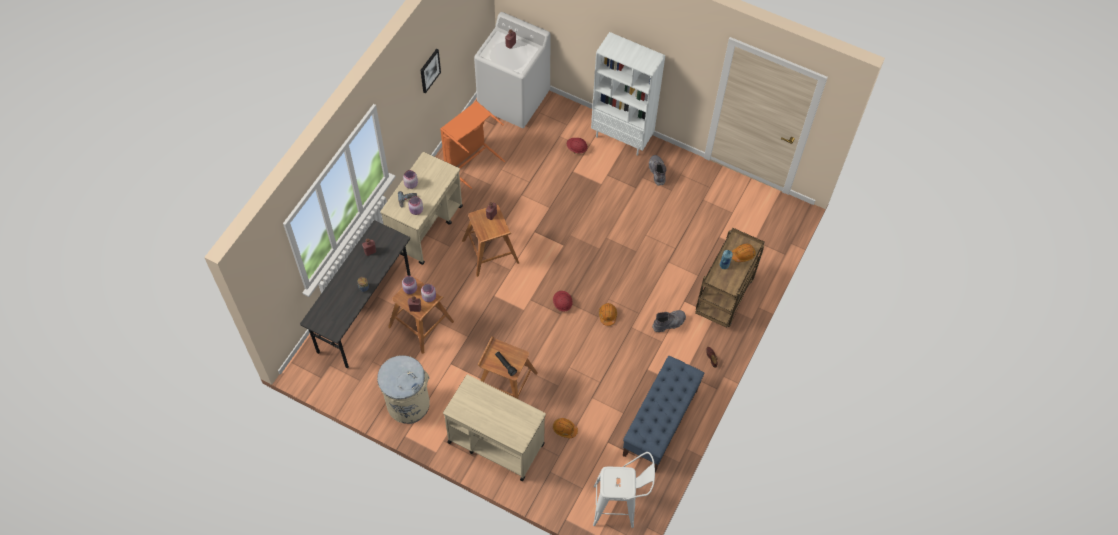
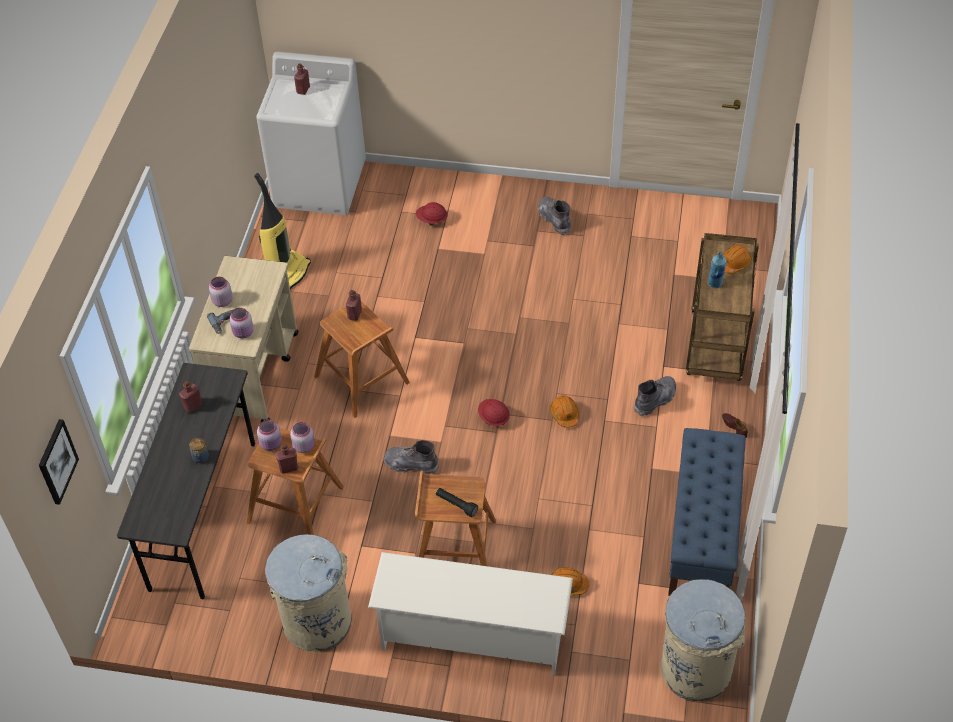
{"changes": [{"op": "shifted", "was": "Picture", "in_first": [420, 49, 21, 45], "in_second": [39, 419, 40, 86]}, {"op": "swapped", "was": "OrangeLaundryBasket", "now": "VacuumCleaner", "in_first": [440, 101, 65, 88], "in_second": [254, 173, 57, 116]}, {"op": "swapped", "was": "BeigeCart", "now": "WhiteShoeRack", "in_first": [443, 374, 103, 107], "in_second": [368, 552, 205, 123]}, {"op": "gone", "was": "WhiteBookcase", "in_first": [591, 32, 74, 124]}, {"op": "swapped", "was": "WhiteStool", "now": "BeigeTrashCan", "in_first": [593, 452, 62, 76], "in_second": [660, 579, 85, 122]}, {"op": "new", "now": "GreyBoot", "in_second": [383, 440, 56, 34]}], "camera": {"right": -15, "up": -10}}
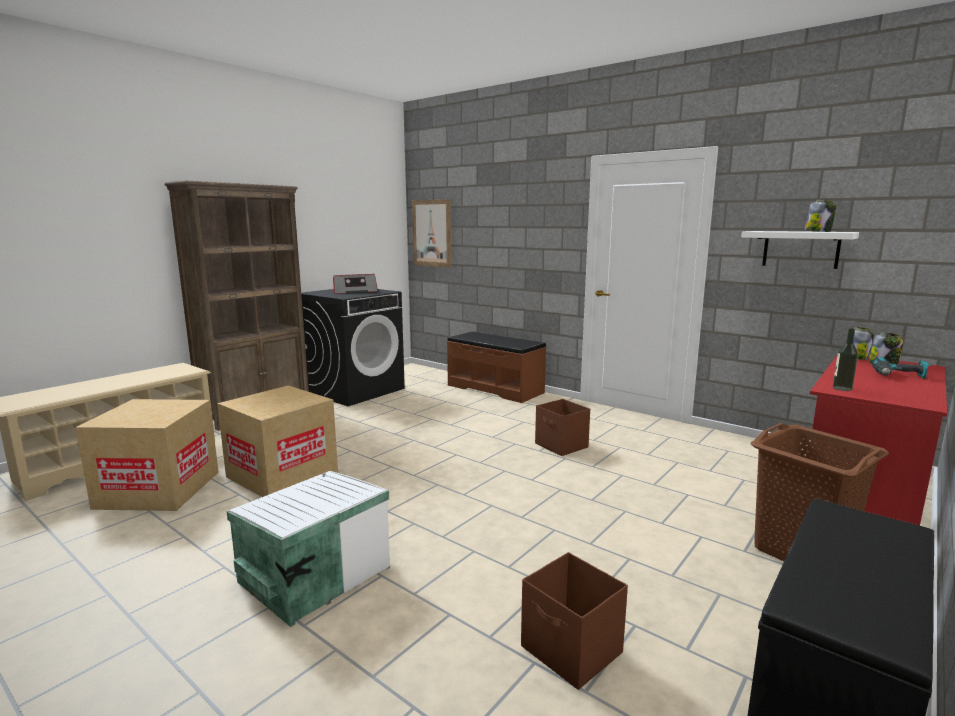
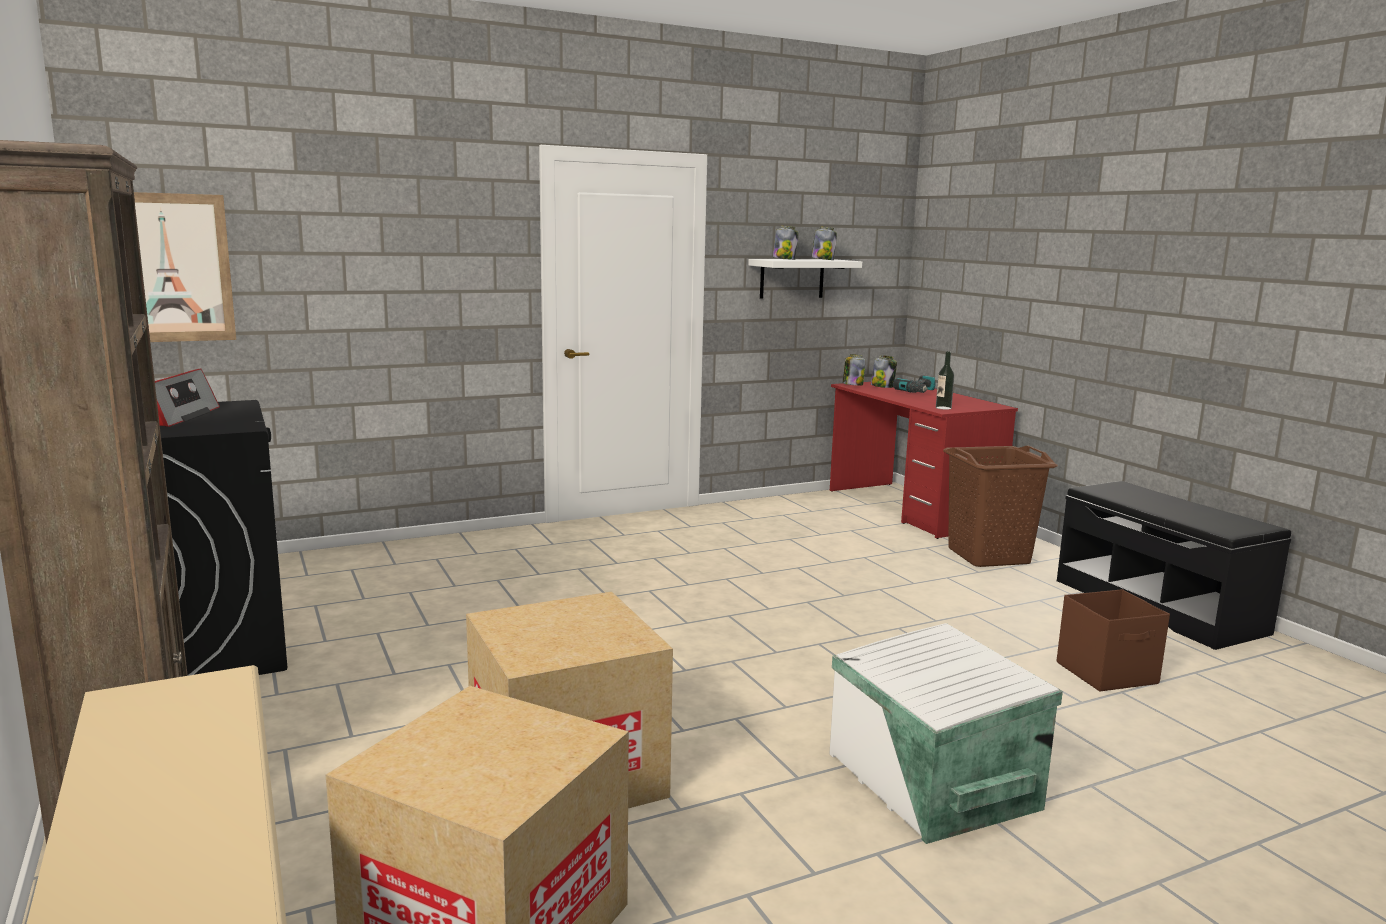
{"changes": [{"op": "gone", "was": "BrownBench", "in_first": [447, 331, 99, 72]}, {"op": "gone", "was": "BrownStorageBox", "in_first": [535, 399, 55, 57]}, {"op": "new", "now": "Jar", "in_second": [773, 226, 26, 34]}], "camera": {"right": -65, "up": 0}}
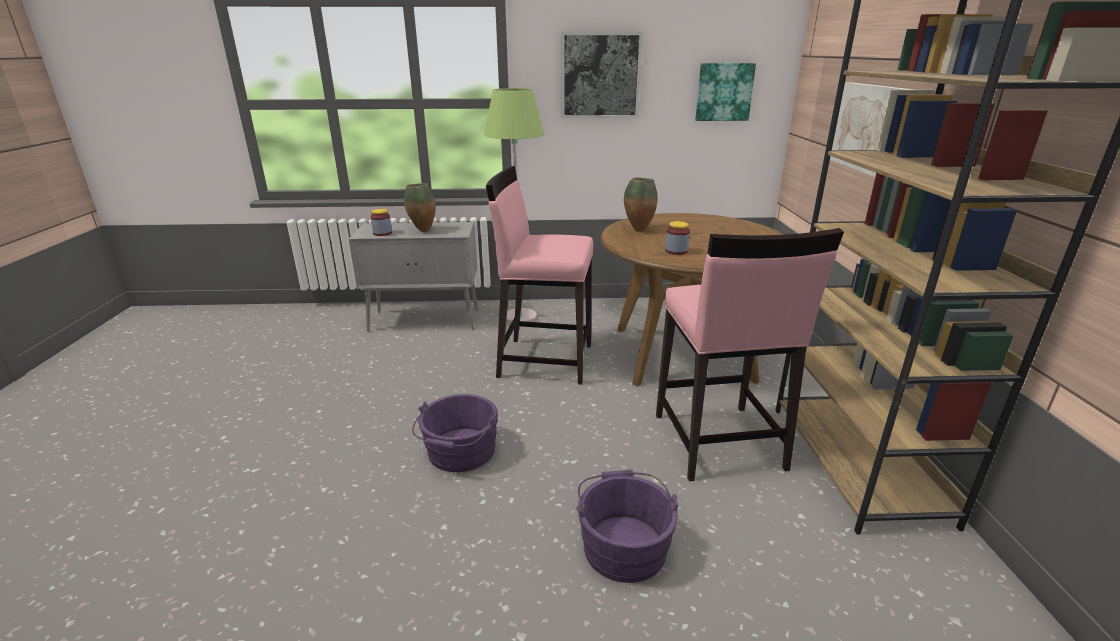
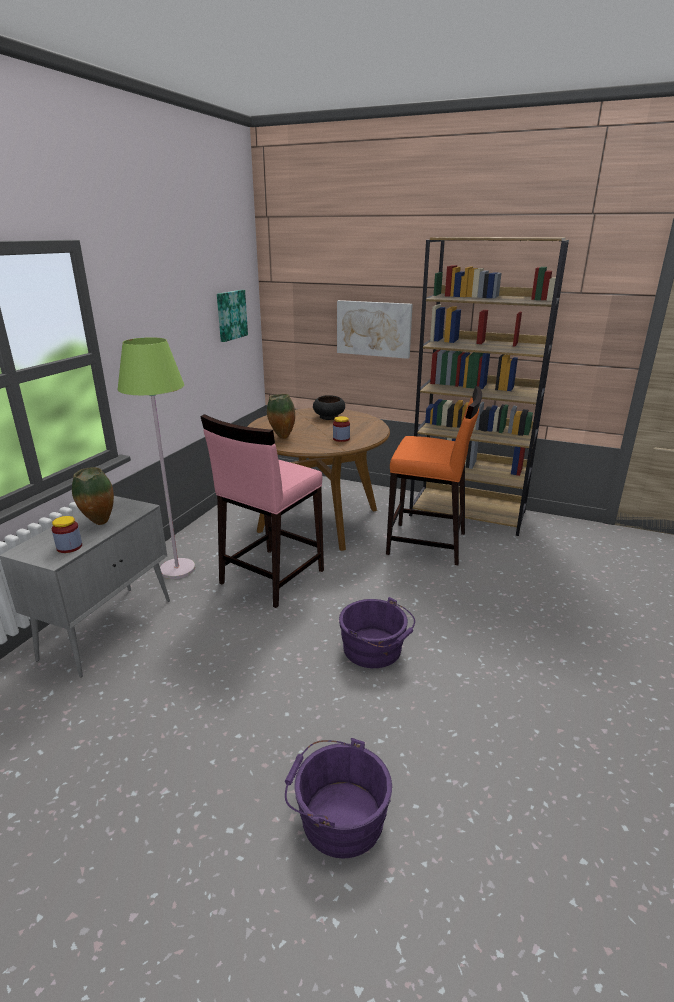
{"changes": [{"op": "gone", "was": "Picture", "in_first": [561, 32, 82, 86]}, {"op": "shifted", "was": "PurpleBucket", "in_first": [576, 470, 102, 113], "in_second": [285, 738, 107, 120]}, {"op": "repainted", "was": "PinkStool", "now": "OrangeStool", "in_first": [656, 228, 188, 253], "in_second": [386, 386, 96, 179]}, {"op": "new", "now": "BlackBowl", "in_second": [313, 395, 32, 25]}], "camera": {"right": -65, "up": 0}}
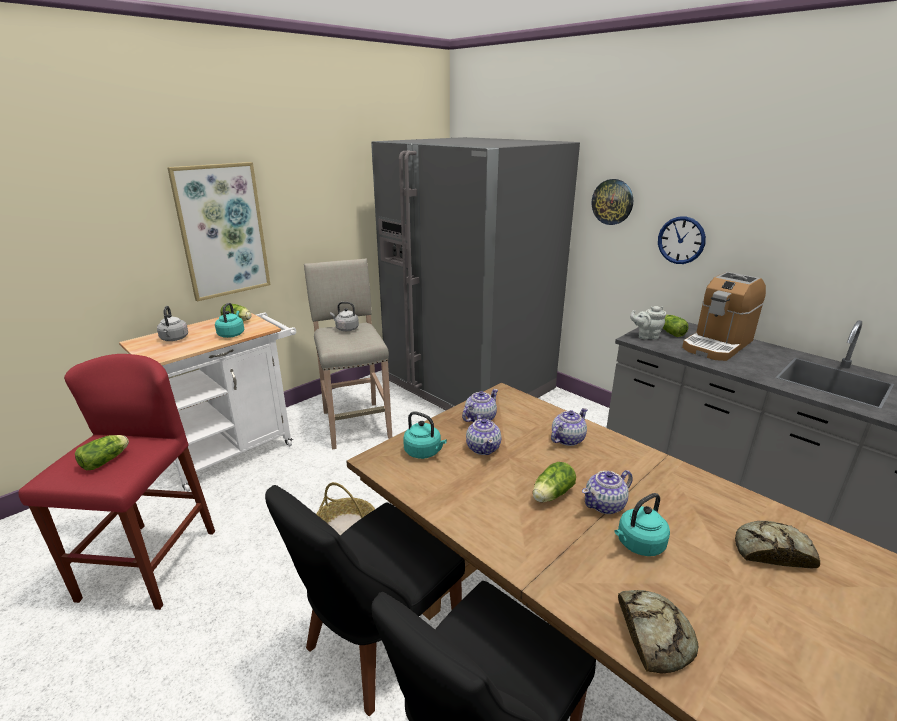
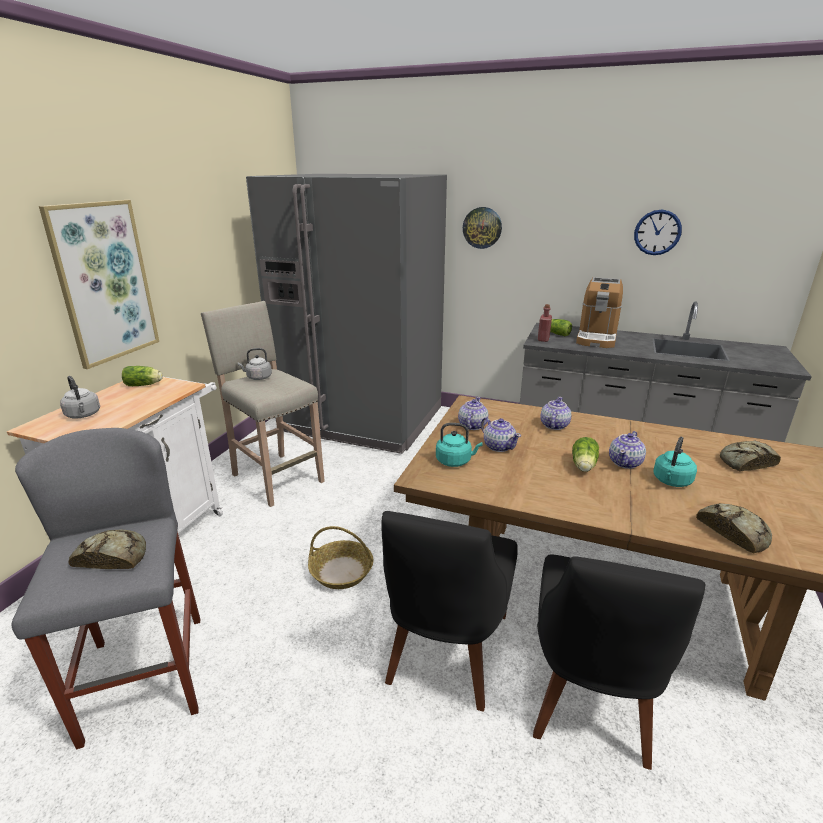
{"changes": [{"op": "repainted", "was": "RedStool", "now": "GreyStool", "in_first": [18, 354, 197, 256], "in_second": [12, 428, 188, 321]}, {"op": "swapped", "was": "Lettuce", "now": "Bread", "in_first": [75, 435, 54, 35], "in_second": [68, 530, 78, 39]}, {"op": "gone", "was": "TurquoiseKettle", "in_first": [215, 303, 29, 35]}, {"op": "swapped", "was": "GreyTeapot", "now": "RedBottle", "in_first": [630, 306, 36, 34], "in_second": [538, 304, 14, 38]}, {"op": "shifted", "was": "WallClock", "in_first": [658, 216, 48, 48], "in_second": [634, 210, 48, 45]}], "camera": {"right": -25, "up": 0}}
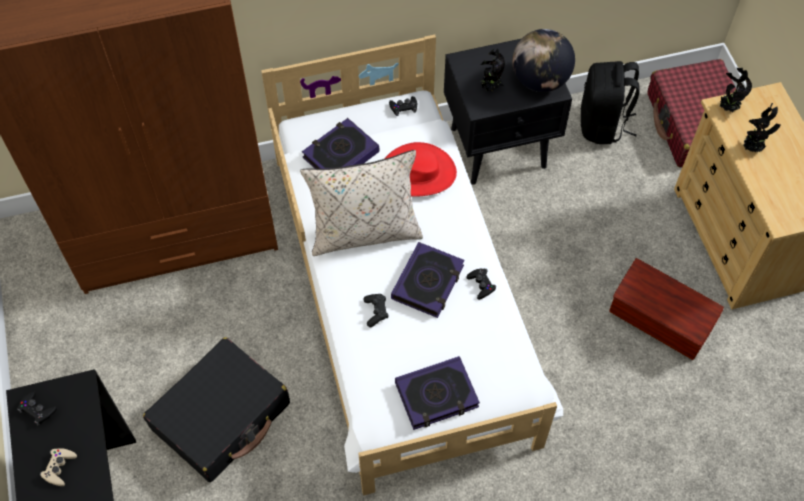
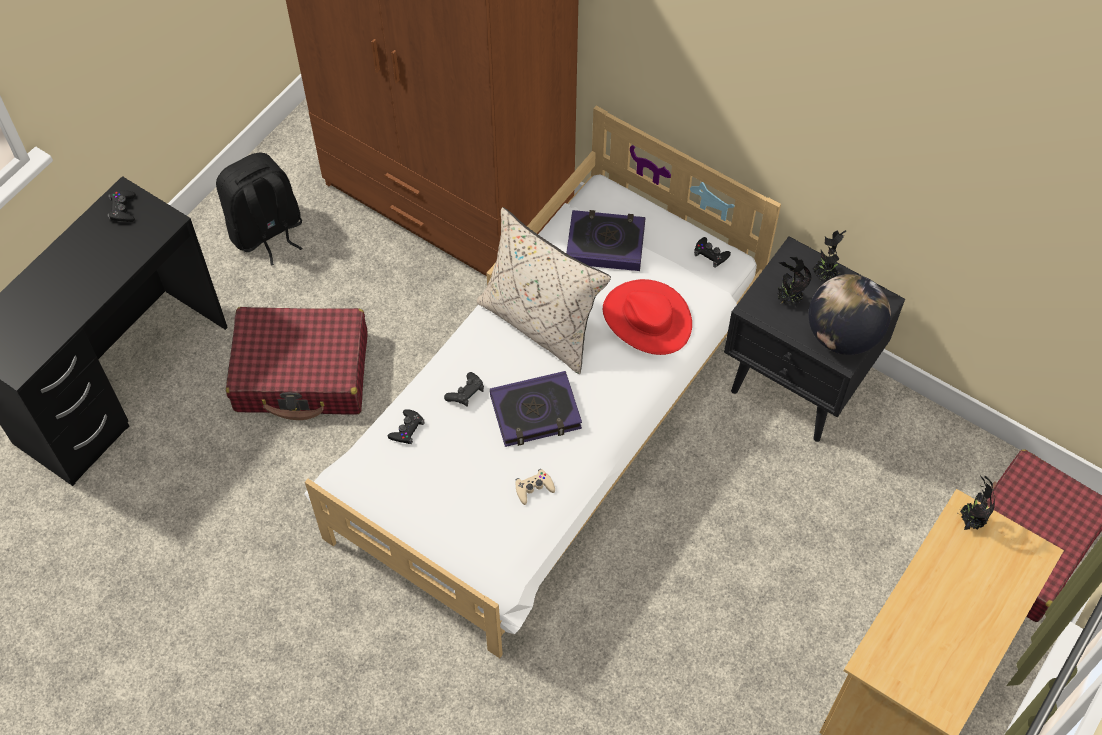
{"changes": [{"op": "shifted", "was": "BeigeGameController", "in_first": [40, 448, 37, 38], "in_second": [515, 469, 40, 36]}, {"op": "repainted", "was": "BlackSuitcase", "now": "RedSuitcase", "in_first": [143, 337, 147, 145], "in_second": [226, 307, 142, 113]}, {"op": "gone", "was": "Book", "in_first": [395, 356, 85, 74]}, {"op": "shifted", "was": "BlackGameController", "in_first": [466, 268, 30, 32], "in_second": [388, 409, 36, 35]}, {"op": "shifted", "was": "BlackBackpack", "in_first": [581, 61, 58, 83], "in_second": [216, 152, 87, 114]}, {"op": "gone", "was": "BrownStorageBox", "in_first": [609, 258, 115, 102]}, {"op": "shifted", "was": "PottedPlant", "in_first": [744, 103, 37, 49], "in_second": [812, 230, 34, 53]}], "camera": {"right": 50, "up": 0}}
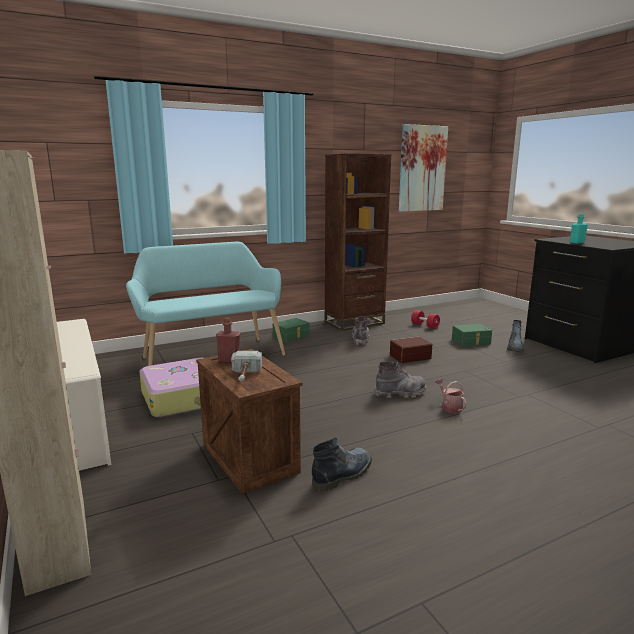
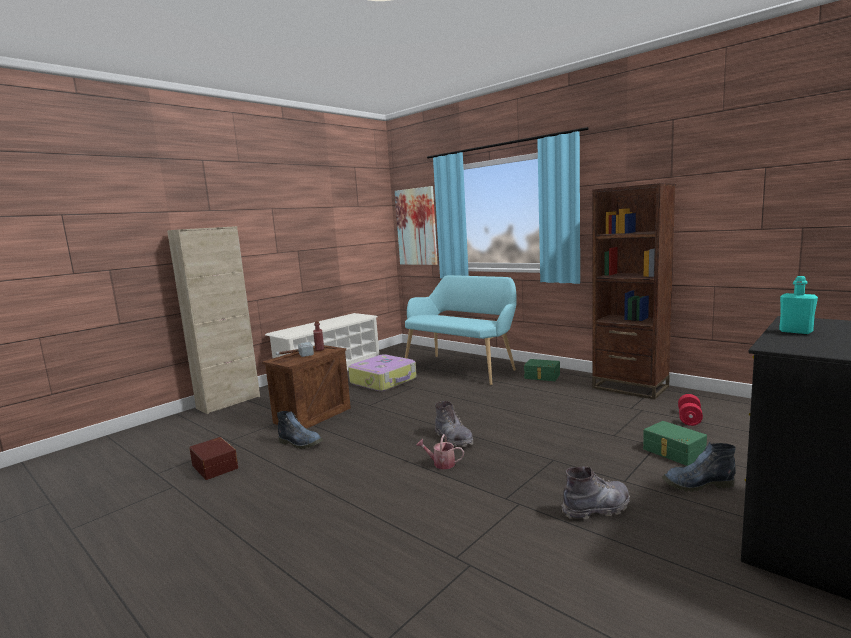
{"changes": [{"op": "shifted", "was": "GreyBoot", "in_first": [352, 316, 18, 29], "in_second": [561, 466, 69, 54]}, {"op": "shifted", "was": "BrownStorageBox", "in_first": [390, 337, 42, 26], "in_second": [189, 437, 49, 43]}, {"op": "shifted", "was": "Picture", "in_first": [399, 124, 49, 88], "in_second": [395, 186, 43, 79]}, {"op": "rotated", "was": "WateringCan", "in_first": [435, 379, 32, 34], "in_second": [416, 434, 48, 35], "clockwise": -120}], "camera": {"right": 70, "up": -5}}
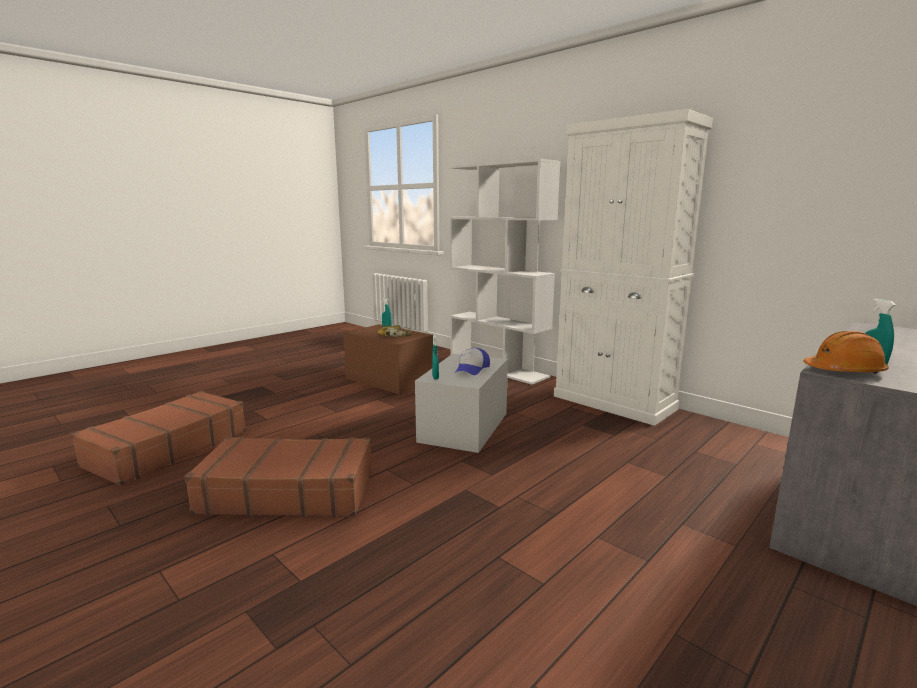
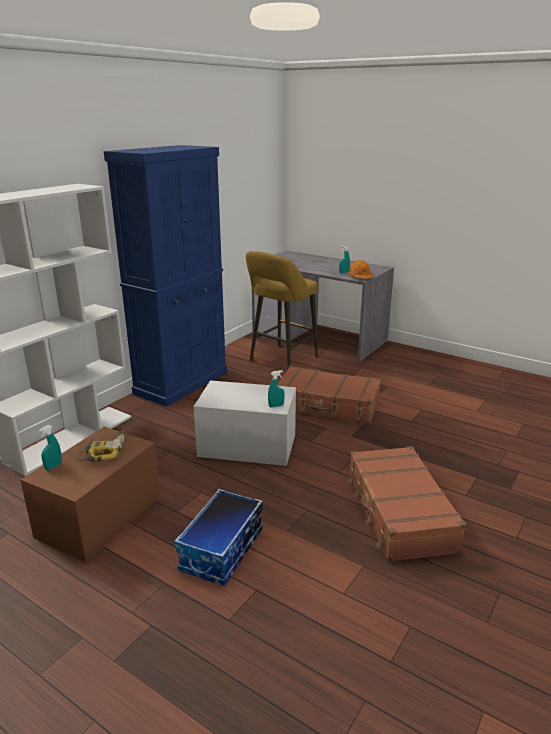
{"changes": [{"op": "shifted", "was": "BrownSuitcase", "in_first": [72, 391, 174, 95], "in_second": [277, 366, 104, 59]}, {"op": "gone", "was": "Cap", "in_first": [455, 348, 35, 27]}, {"op": "repainted", "was": "WhiteCabinet", "now": "BlueCabinet", "in_first": [554, 109, 159, 317], "in_second": [104, 145, 123, 262]}, {"op": "new", "now": "StorageBox", "in_second": [174, 489, 89, 97]}, {"op": "new", "now": "YellowStool", "in_second": [246, 251, 72, 118]}], "camera": {"right": -100, "up": 10}}
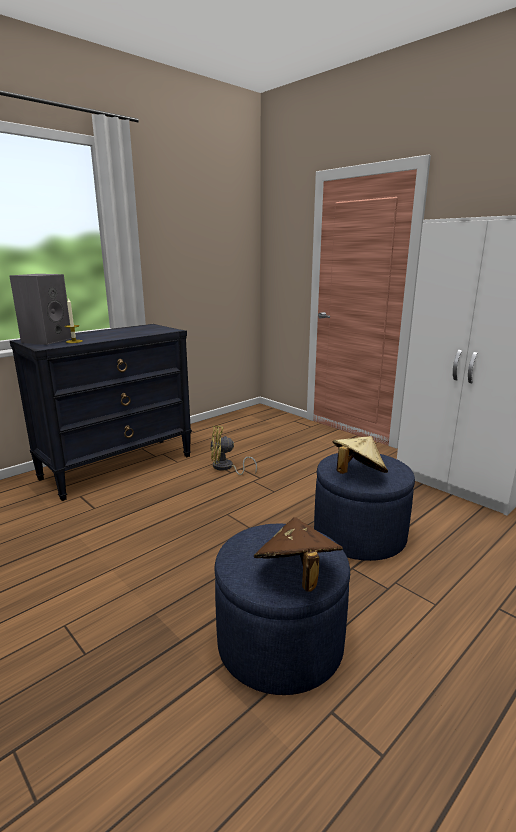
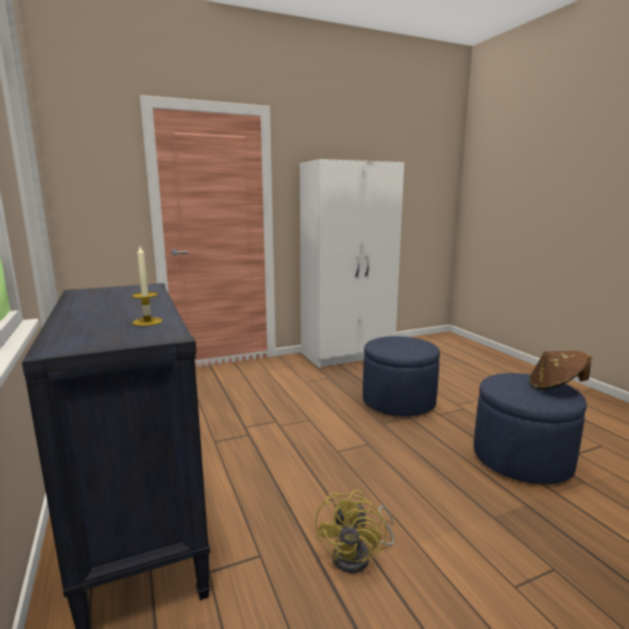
{"changes": [{"op": "gone", "was": "GreySpeaker", "in_first": [9, 274, 63, 71]}, {"op": "shifted", "was": "YellowFan", "in_first": [210, 426, 47, 49], "in_second": [315, 490, 79, 83]}, {"op": "gone", "was": "BeigeHat", "in_first": [333, 436, 55, 38]}], "camera": {"right": -70, "up": -5}}
